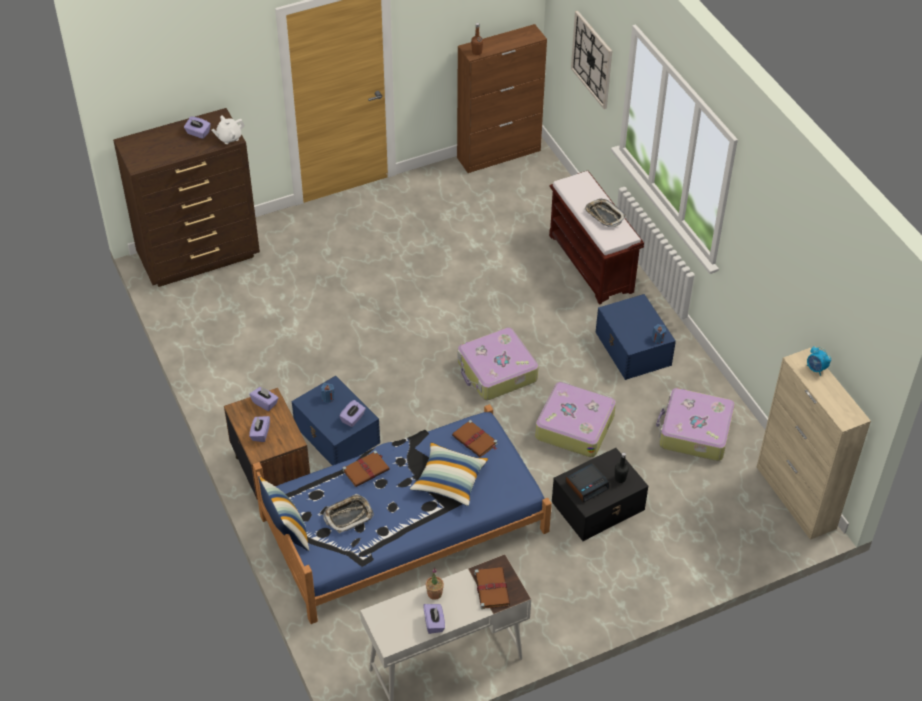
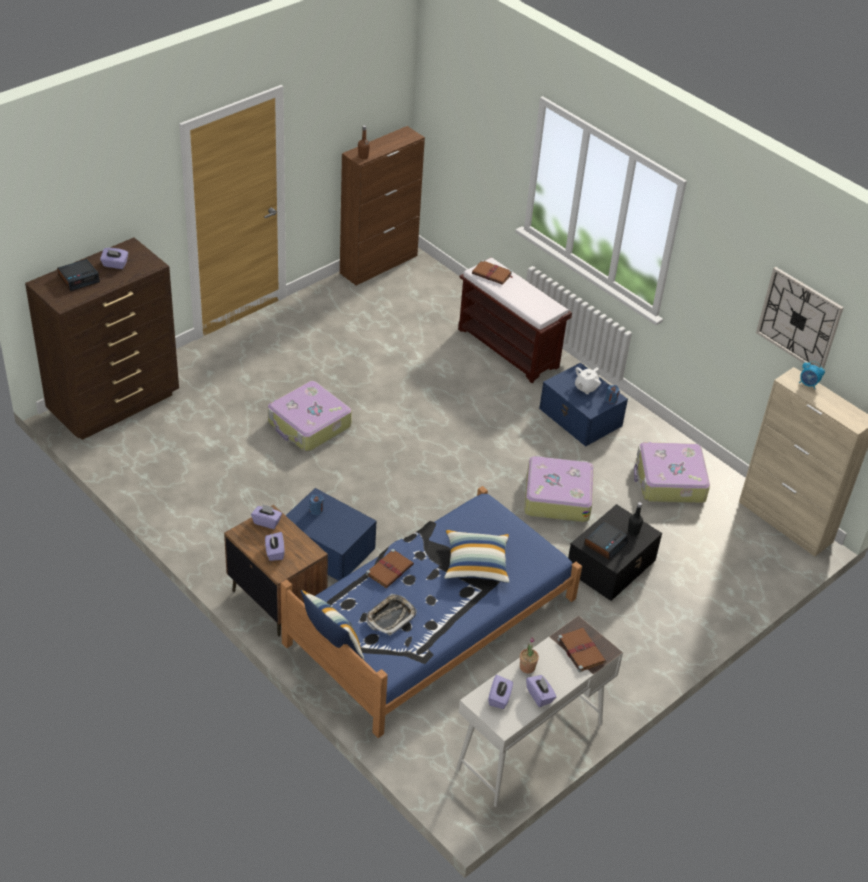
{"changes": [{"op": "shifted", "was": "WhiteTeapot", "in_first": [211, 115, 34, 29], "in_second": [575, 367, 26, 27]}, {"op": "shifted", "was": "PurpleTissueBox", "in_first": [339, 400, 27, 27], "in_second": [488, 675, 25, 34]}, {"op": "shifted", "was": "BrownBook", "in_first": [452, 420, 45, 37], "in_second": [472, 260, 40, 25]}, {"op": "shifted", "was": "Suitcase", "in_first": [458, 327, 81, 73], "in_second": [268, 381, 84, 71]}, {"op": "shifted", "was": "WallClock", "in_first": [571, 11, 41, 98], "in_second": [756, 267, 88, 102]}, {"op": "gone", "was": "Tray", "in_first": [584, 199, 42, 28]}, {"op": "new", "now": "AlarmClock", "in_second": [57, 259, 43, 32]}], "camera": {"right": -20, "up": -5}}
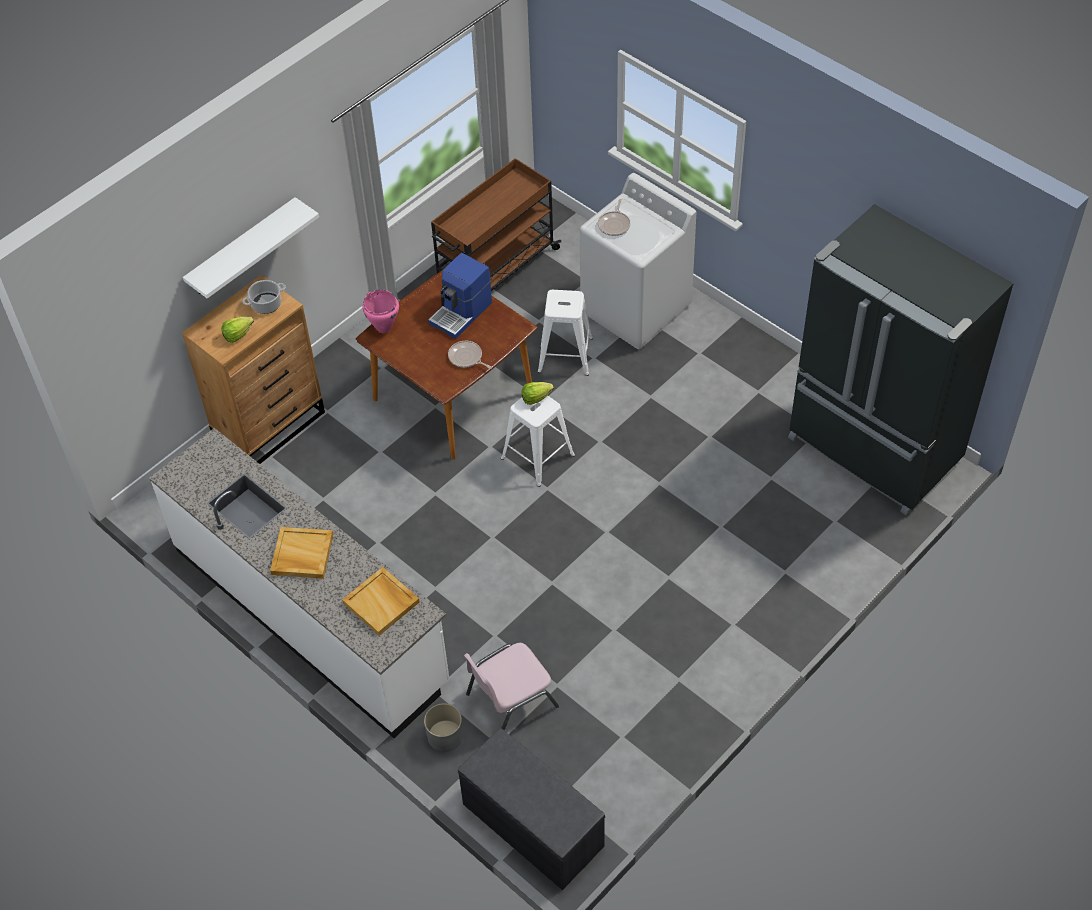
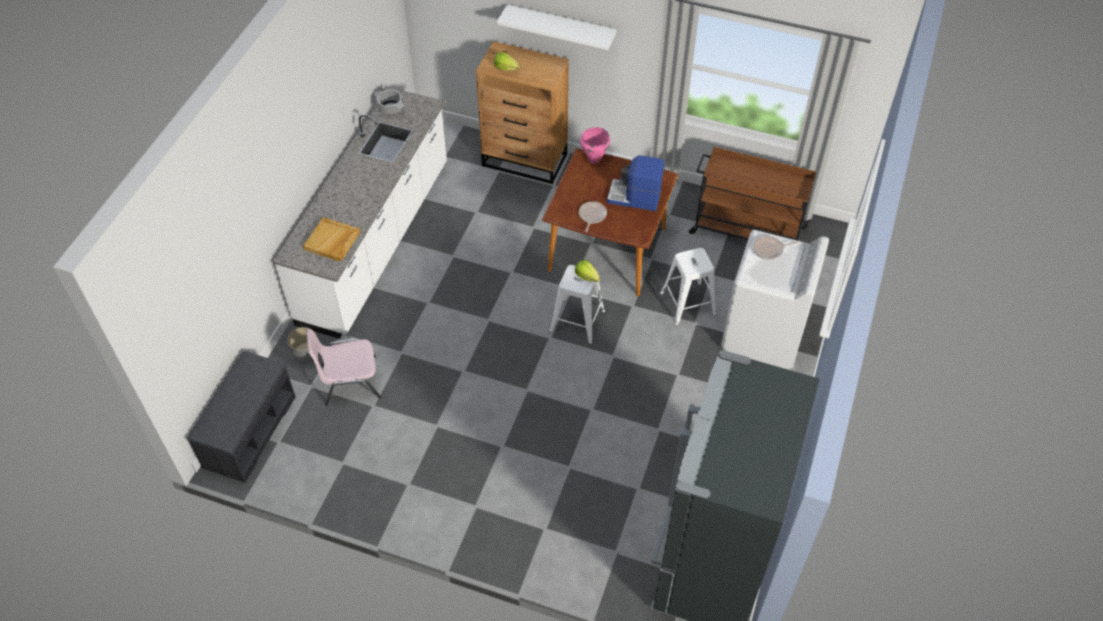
{"changes": [{"op": "shifted", "was": "CookingPot", "in_first": [243, 280, 43, 34], "in_second": [375, 89, 29, 26]}, {"op": "gone", "was": "BeigeTray", "in_first": [270, 527, 63, 52]}, {"op": "rotated", "was": "PinkChair", "in_first": [464, 643, 95, 87], "in_second": [307, 329, 74, 77], "clockwise": -45}], "camera": {"right": 65, "up": 0}}
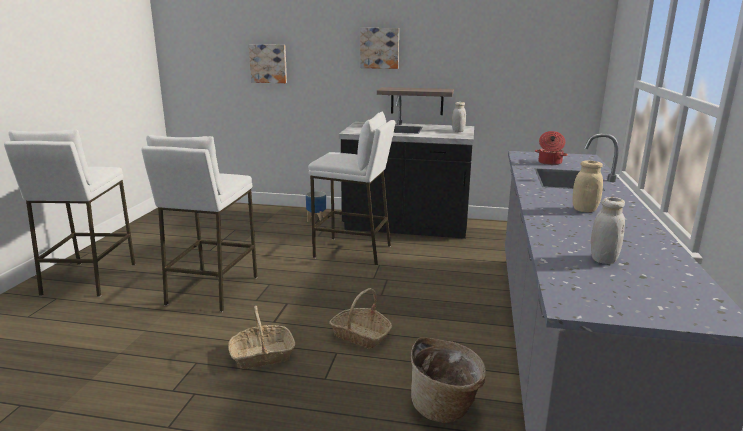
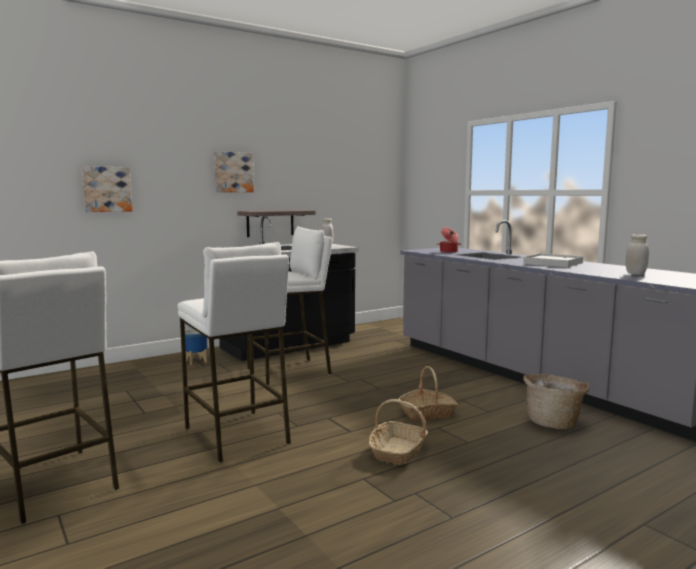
{"changes": [{"op": "swapped", "was": "BeigeJar", "now": "WhiteTray", "in_first": [573, 161, 30, 51], "in_second": [523, 253, 60, 14]}], "camera": {"right": -45, "up": -10}}
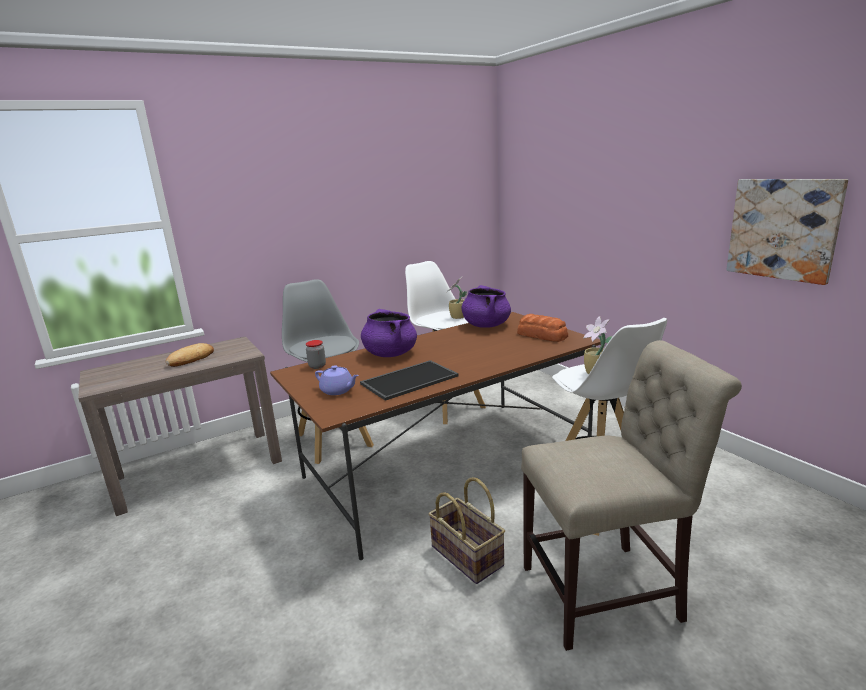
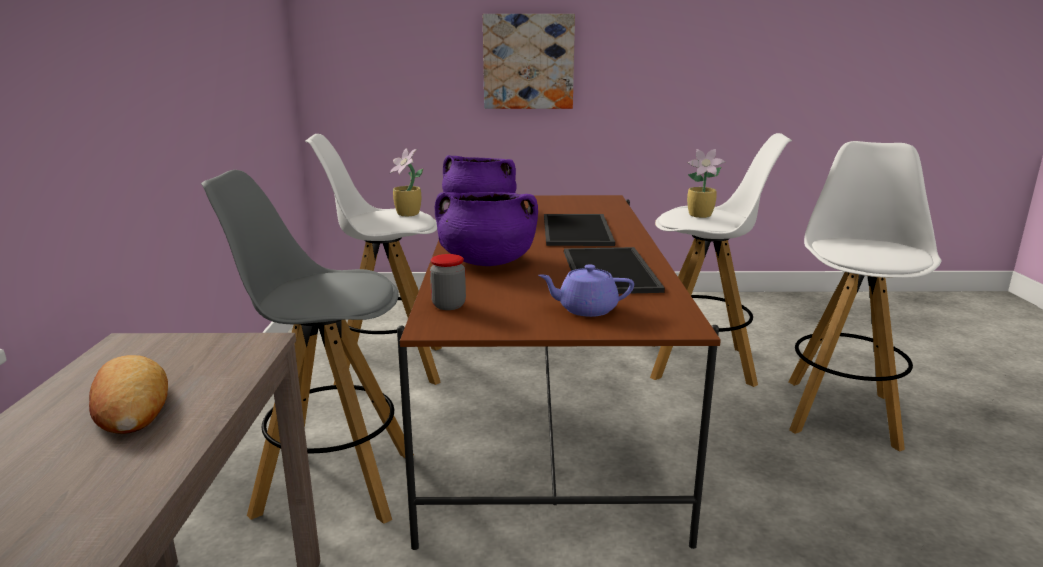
{"changes": [{"op": "rotated", "was": "PurpleTeapot", "in_first": [315, 365, 44, 30], "in_second": [538, 264, 96, 53], "clockwise": -150}, {"op": "gone", "was": "Basket", "in_first": [428, 477, 77, 107]}, {"op": "gone", "was": "Bread", "in_first": [517, 314, 51, 28]}, {"op": "swapped", "was": "BeigeChair", "now": "WhiteStool", "in_first": [521, 340, 221, 311], "in_second": [788, 141, 154, 311]}, {"op": "shifted", "was": "Picture", "in_first": [726, 179, 122, 106], "in_second": [483, 14, 92, 95]}, {"op": "new", "now": "Tray", "in_second": [544, 214, 71, 32]}], "camera": {"right": -60, "up": 0}}
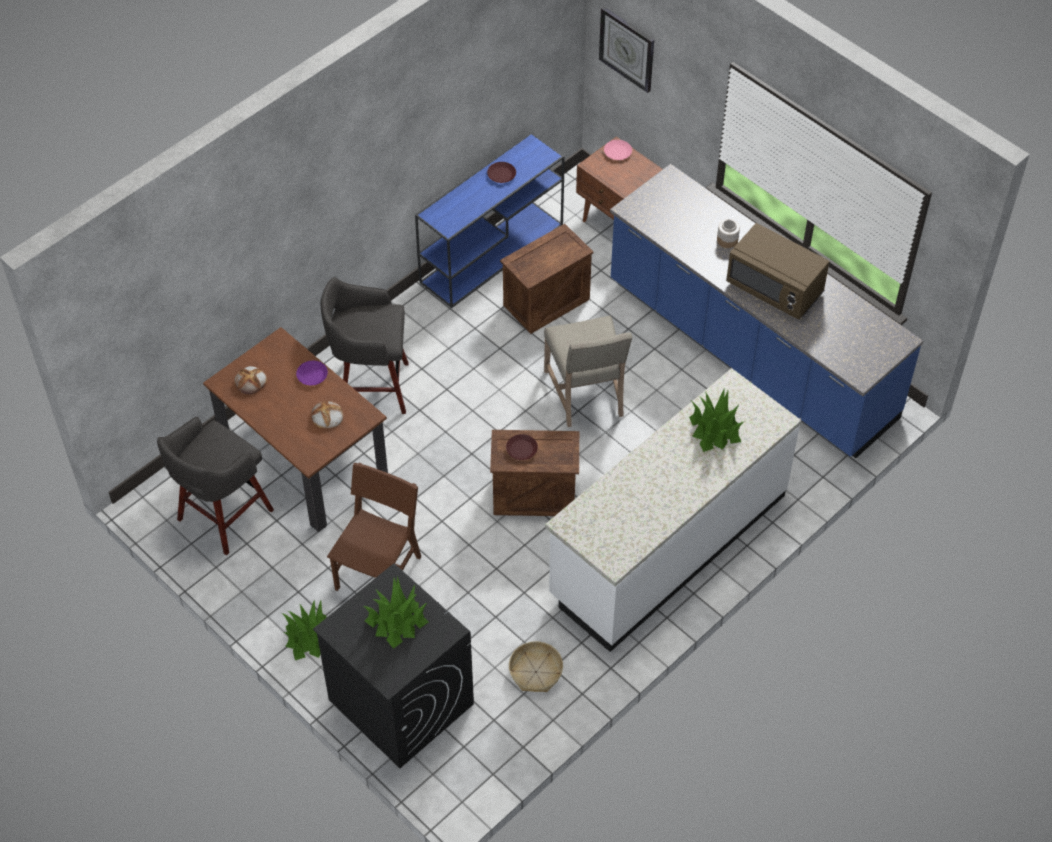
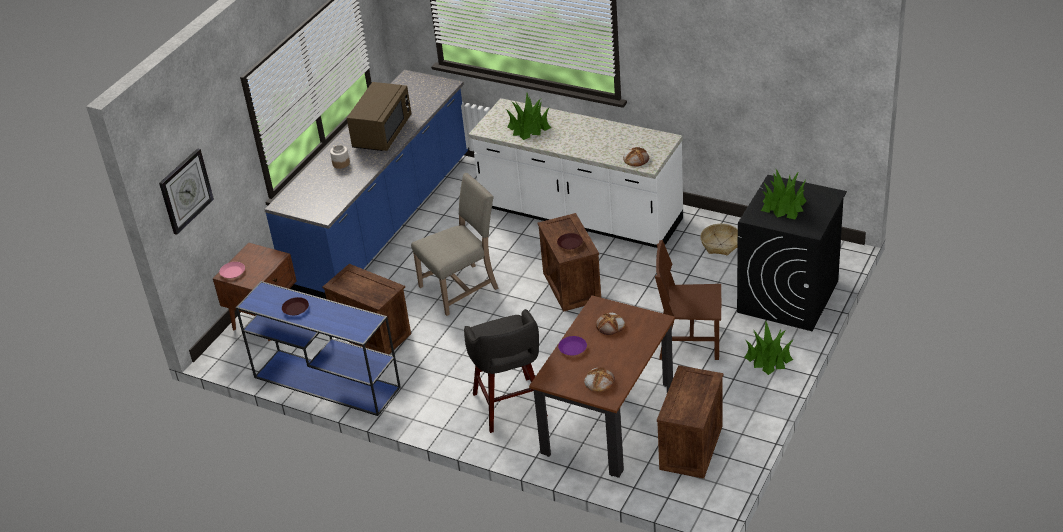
{"changes": [{"op": "swapped", "was": "GreyStool", "now": "Crate", "in_first": [157, 417, 117, 138], "in_second": [657, 365, 66, 114]}, {"op": "new", "now": "Bread", "in_second": [623, 147, 26, 20]}], "camera": {"right": -105, "up": -15}}
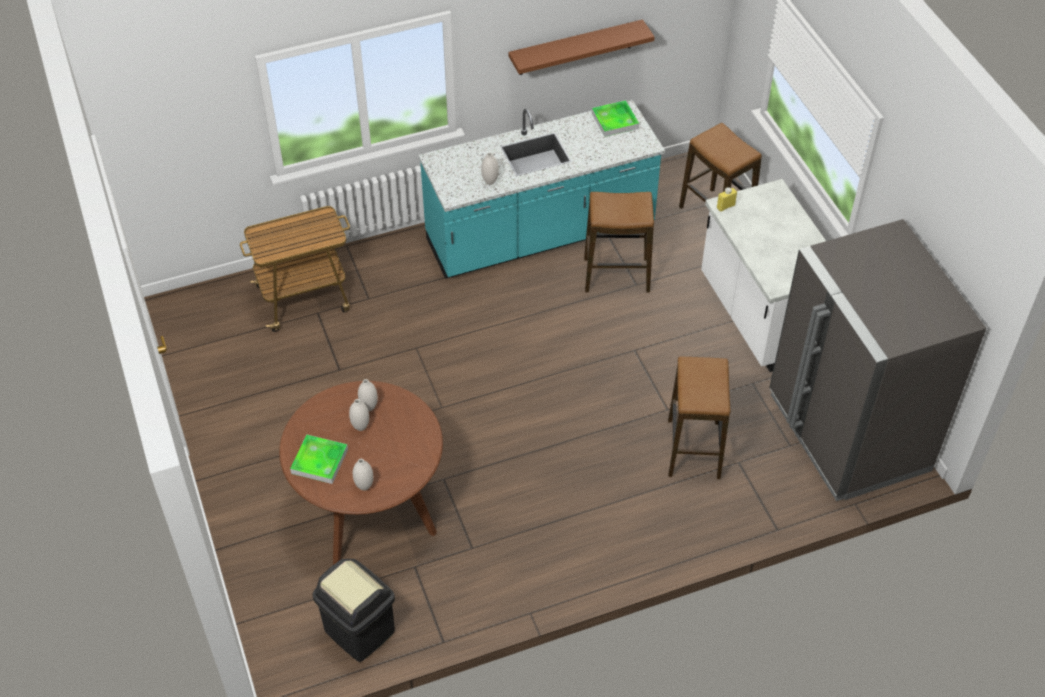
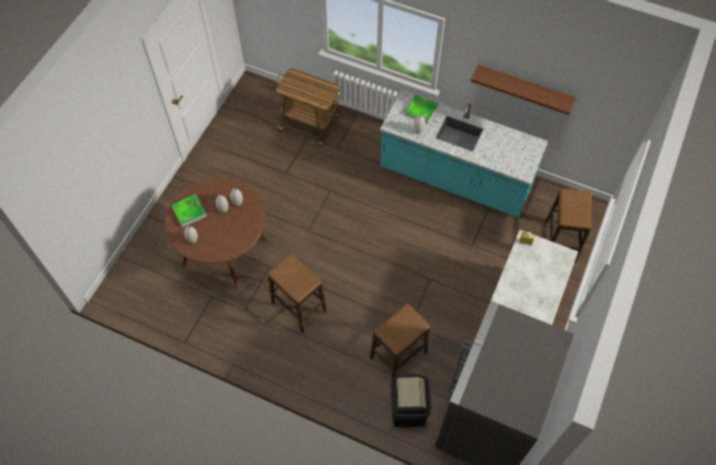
{"changes": [{"op": "shifted", "was": "BlackTrashCan", "in_first": [312, 559, 83, 103], "in_second": [391, 374, 40, 54]}, {"op": "shifted", "was": "Stool", "in_first": [584, 192, 70, 100], "in_second": [268, 253, 59, 80]}, {"op": "shifted", "was": "Tray", "in_first": [592, 100, 47, 37], "in_second": [405, 95, 33, 29]}], "camera": {"right": 45, "up": 10}}
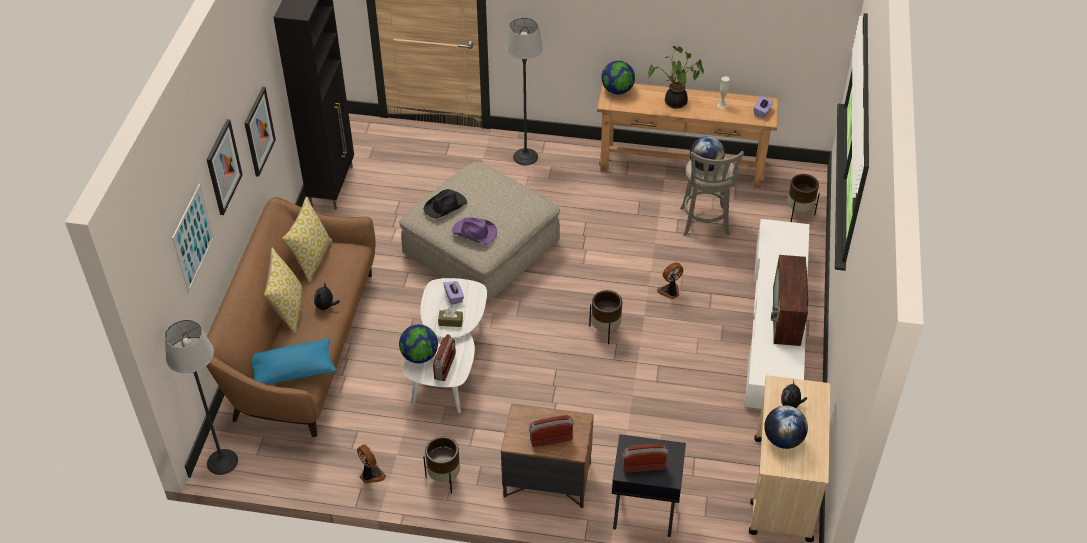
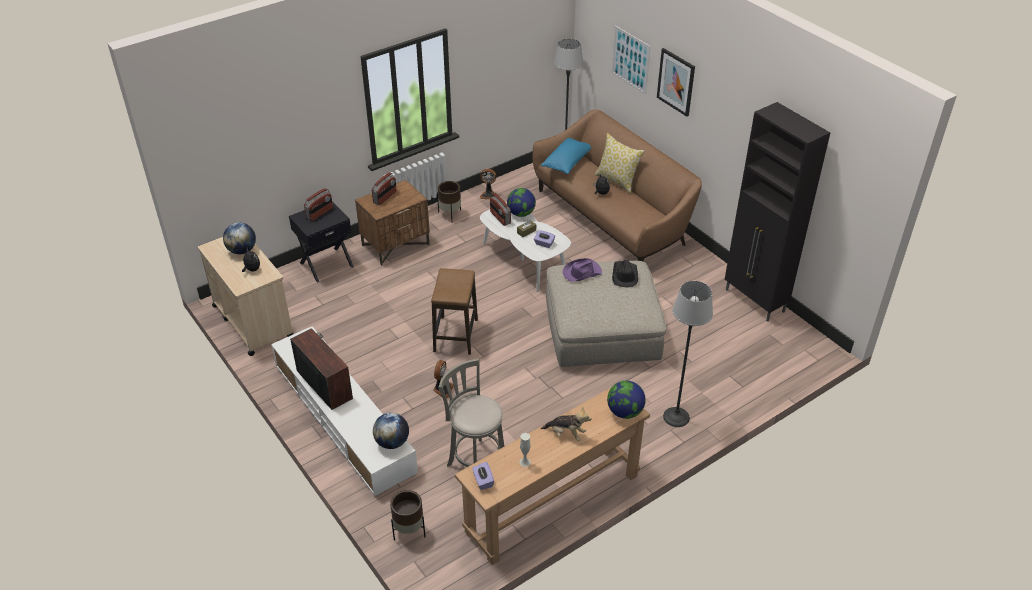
{"changes": [{"op": "gone", "was": "Picture", "in_first": [244, 87, 32, 90]}, {"op": "gone", "was": "Pillow", "in_first": [282, 196, 51, 86]}, {"op": "swapped", "was": "BrownPlanter", "now": "Stool", "in_first": [589, 290, 33, 54], "in_second": [431, 268, 47, 87]}, {"op": "swapped", "was": "PottedPlant", "now": "PlushToy", "in_first": [648, 46, 56, 62], "in_second": [541, 408, 51, 33]}, {"op": "shifted", "was": "Globe", "in_first": [690, 136, 35, 35], "in_second": [373, 413, 36, 36]}], "camera": {"right": 135, "up": -5}}
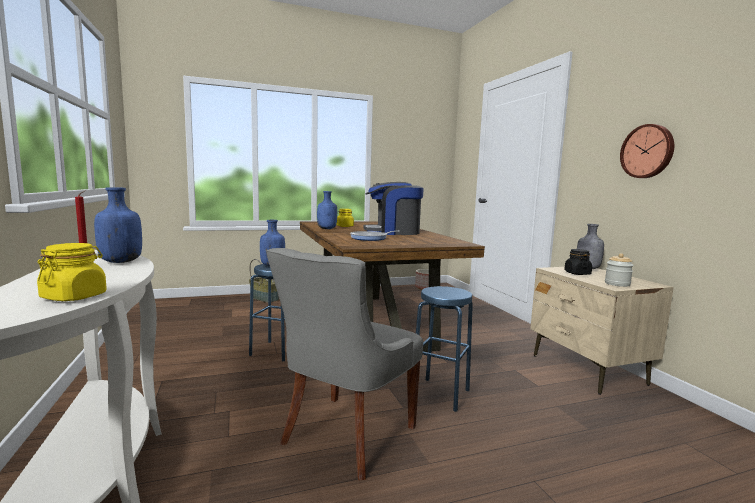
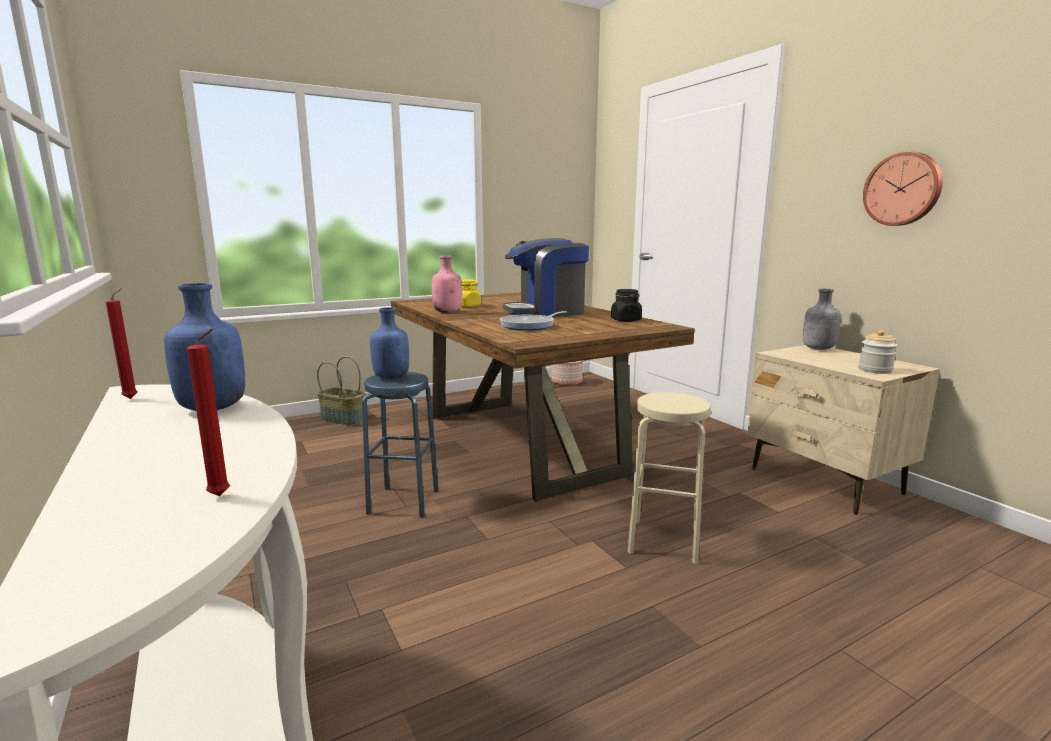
{"changes": [{"op": "swapped", "was": "YellowJar", "now": "RedCandle", "in_first": [37, 243, 70, 58], "in_second": [187, 328, 43, 168]}, {"op": "gone", "was": "GreyChair", "in_first": [266, 248, 157, 233]}, {"op": "repainted", "was": "BlueBottle", "now": "PinkBottle", "in_first": [317, 191, 20, 38], "in_second": [432, 256, 30, 57]}, {"op": "repainted", "was": "BlueStool", "now": "BeigeStool", "in_first": [416, 286, 57, 126], "in_second": [628, 392, 83, 172]}, {"op": "shifted", "was": "BlackJar", "in_first": [564, 249, 28, 26], "in_second": [611, 289, 31, 33]}], "camera": {"right": -10, "up": 5}}
